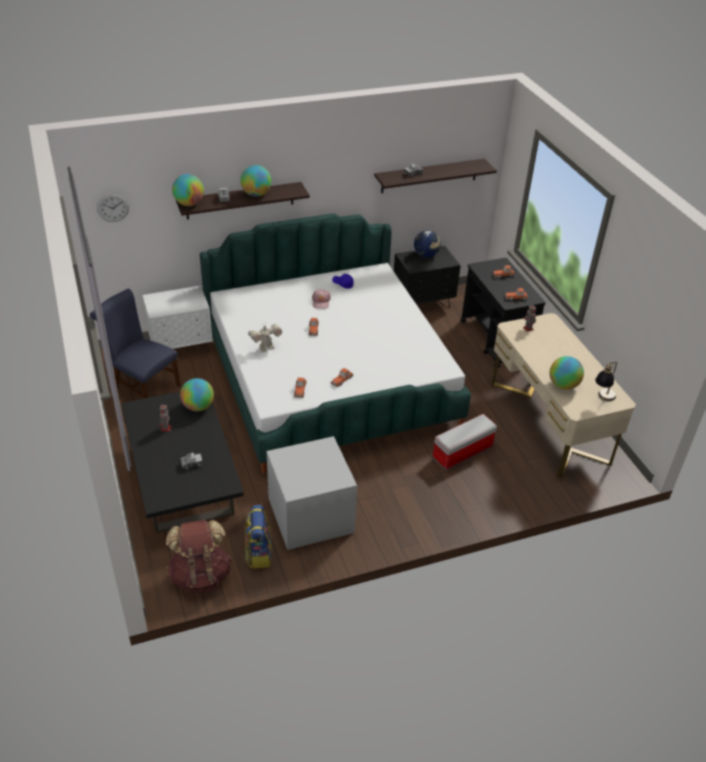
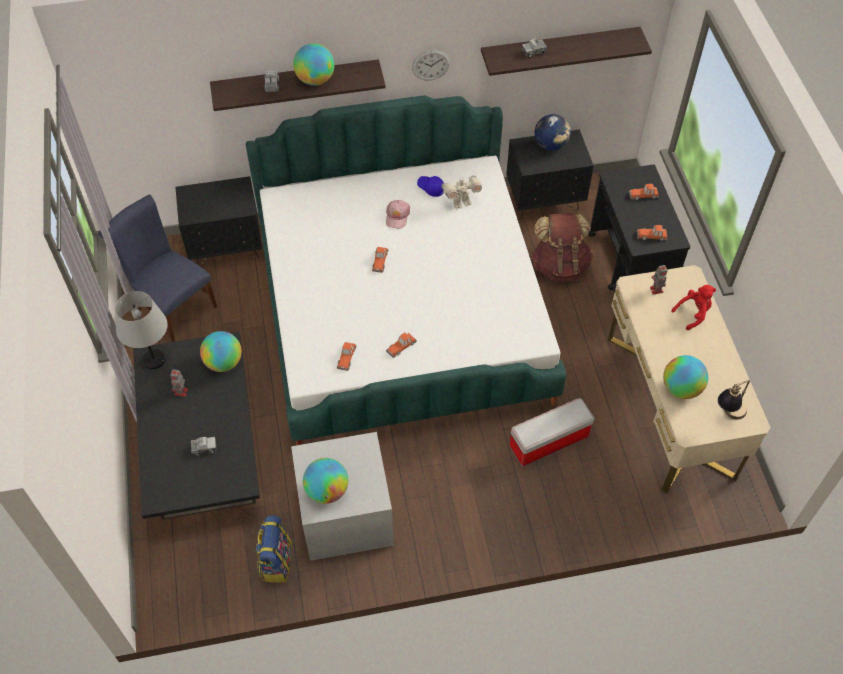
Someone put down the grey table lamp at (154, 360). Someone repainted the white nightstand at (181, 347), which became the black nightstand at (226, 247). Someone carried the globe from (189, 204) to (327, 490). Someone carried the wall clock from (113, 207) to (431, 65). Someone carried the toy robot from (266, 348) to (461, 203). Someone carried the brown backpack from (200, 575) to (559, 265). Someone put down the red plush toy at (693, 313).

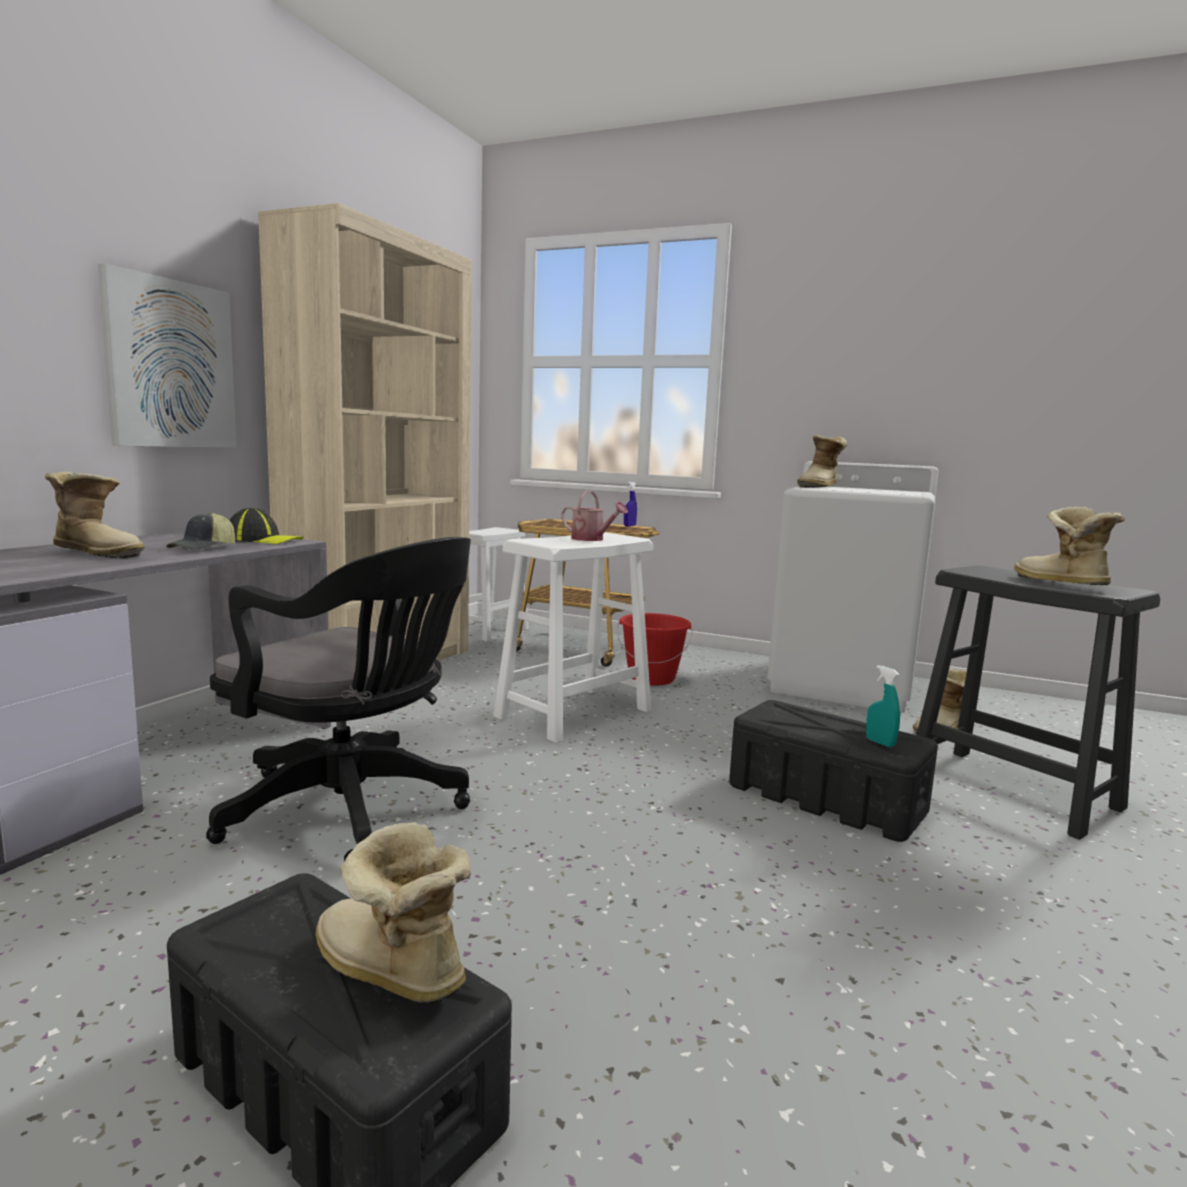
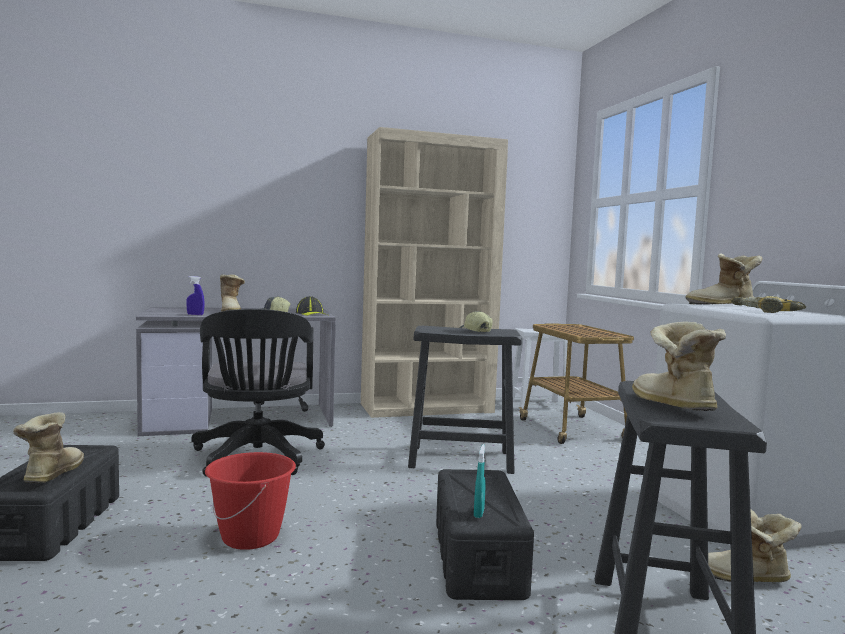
Someone carried the blue spray bottle from (629, 526) to (195, 314). Someone carried the red bucket from (652, 678) to (251, 537). Someone repainted the white stool at (573, 714), which became the black stool at (460, 459). Someone swapped the watering can at (591, 539) for the cap at (475, 331). Someone rotated the boot at (1059, 584) by 45 degrees counterclockwise. Someone put down the power drill at (765, 311). Someone took away the picture at (170, 364).

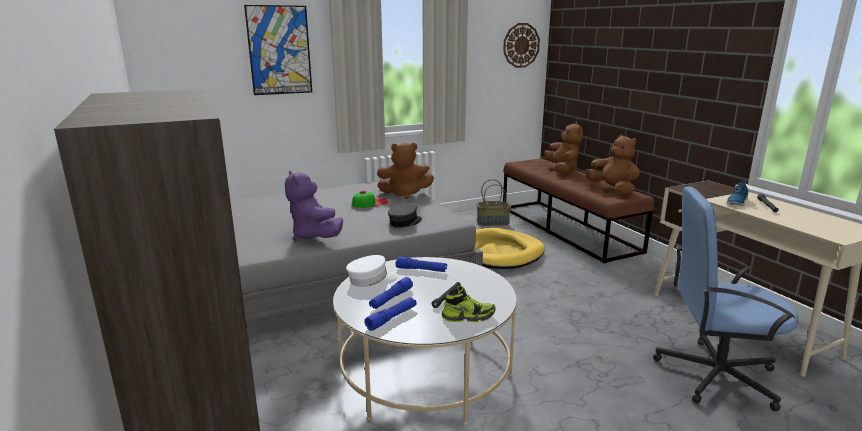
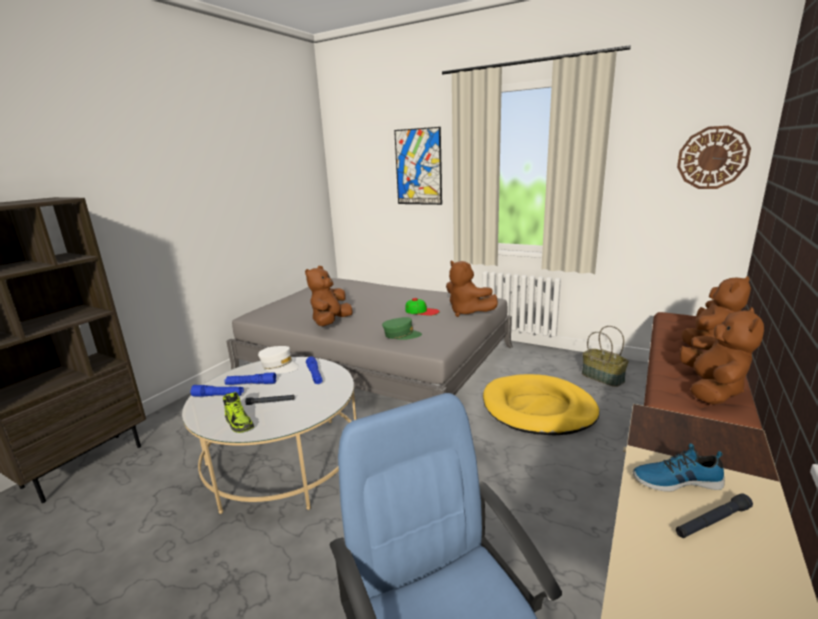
Someone repainted the purple plush toy at (314, 236), which became the brown plush toy at (331, 322). Someone repainted the grey cap at (405, 222), which became the green cap at (401, 335).

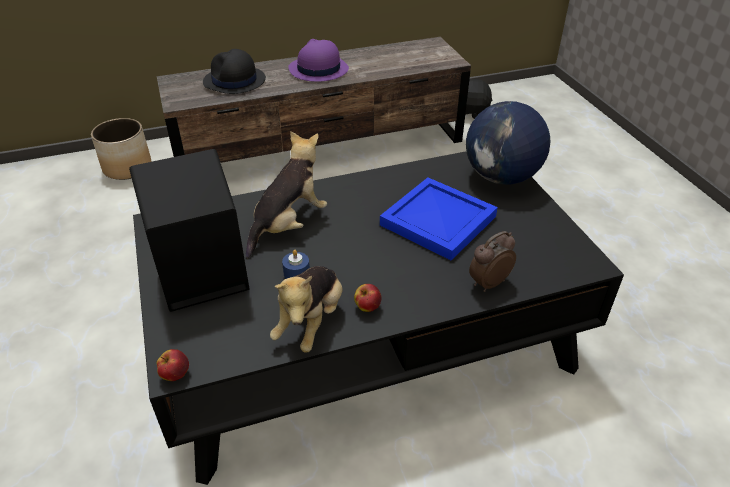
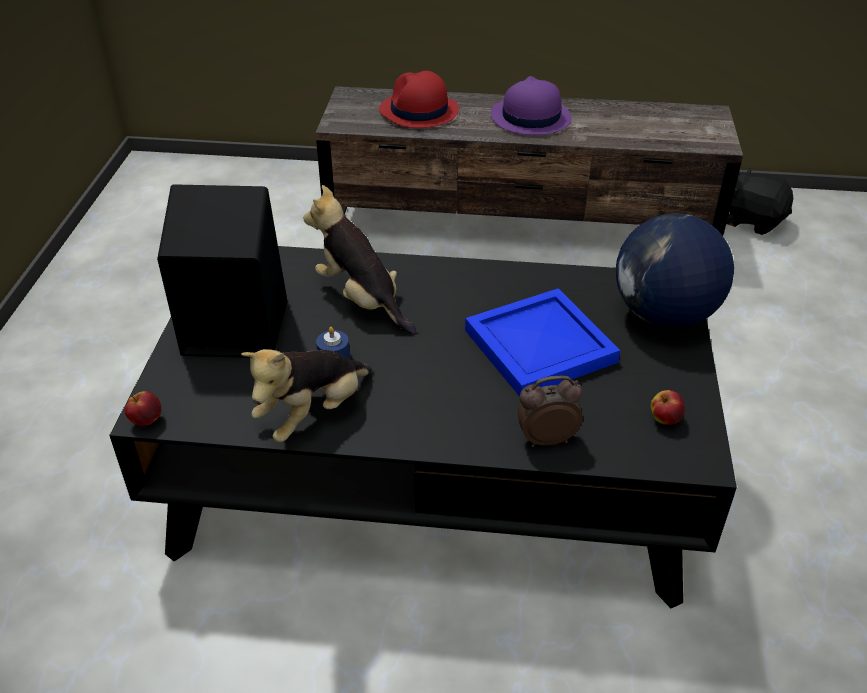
Someone rotated the plush toy at (288, 225) by 105 degrees counterclockwise. Someone repainted the black hat at (234, 81), which became the red hat at (418, 111). Someone carried the apple from (367, 307) to (664, 419). Someone took away the planter at (127, 167).

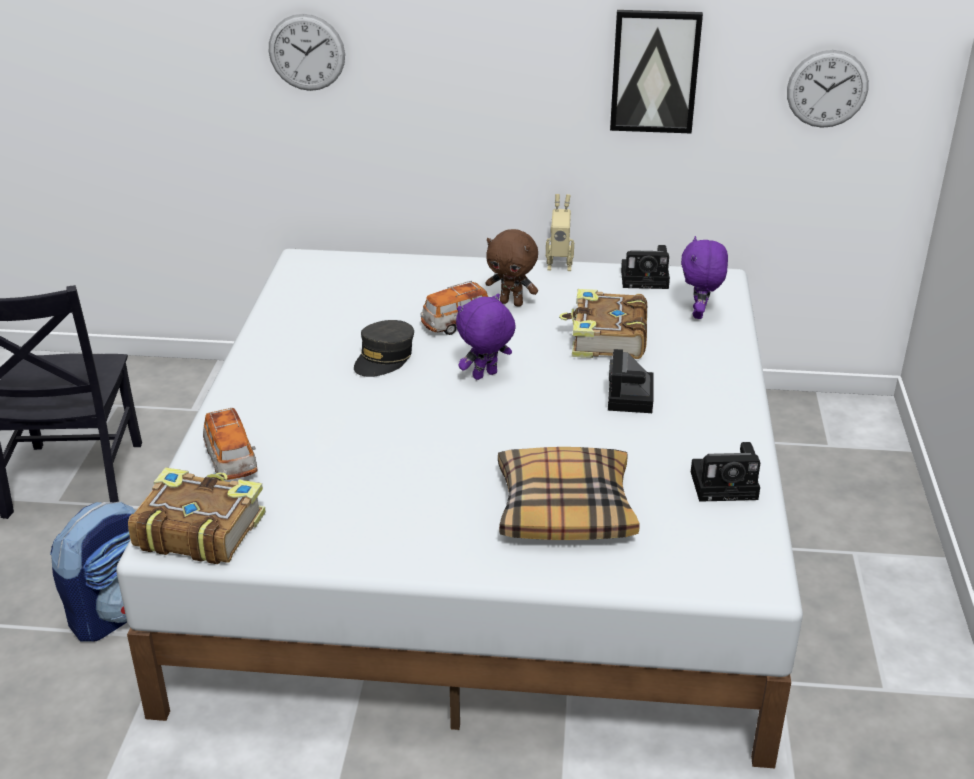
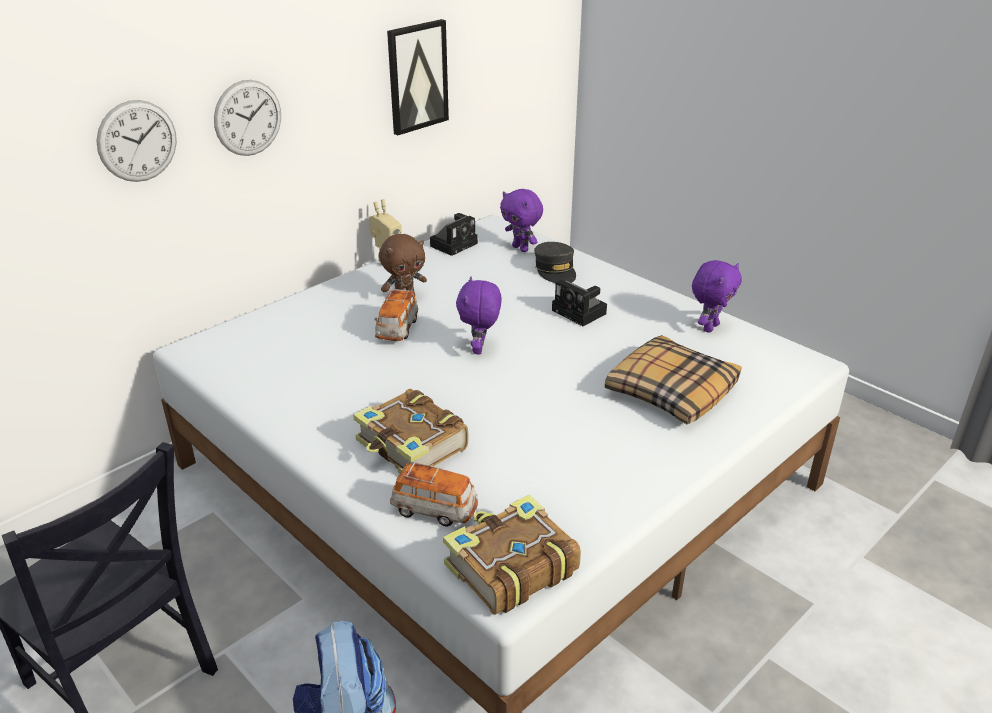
Someone carried the wall clock from (827, 89) to (248, 118). Someone carried the book from (606, 338) to (412, 447). Someone carried the grey cap from (384, 358) to (555, 271). Someone swapped the photo camera at (726, 485) for the purple plush toy at (709, 327).

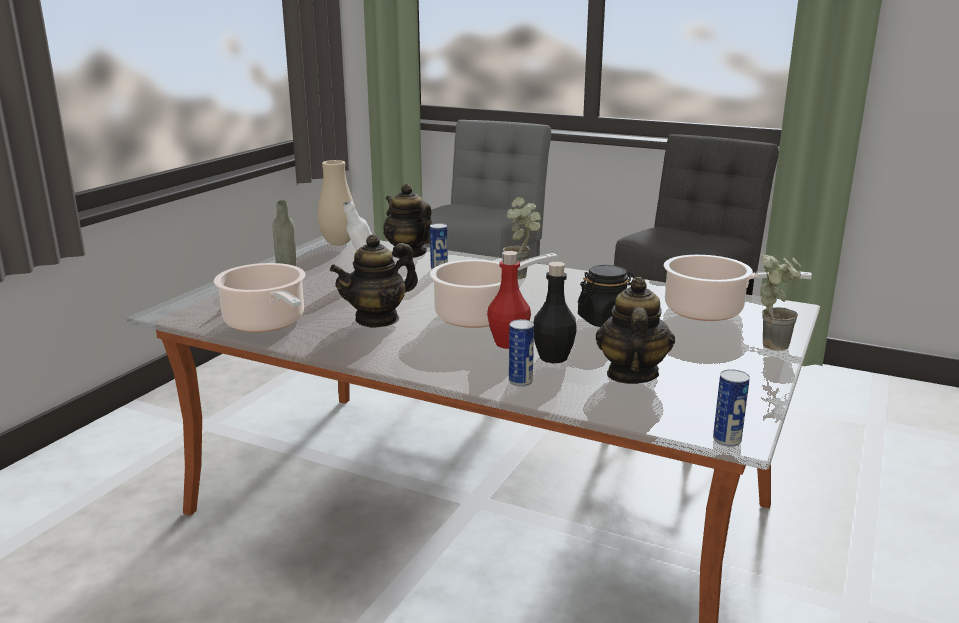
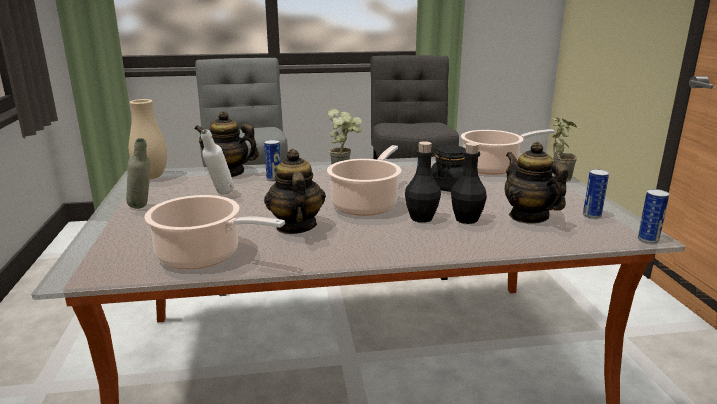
Someone rotated the teapot at (377, 319) by 150 degrees clockwise. Someone repainted the red bottle at (508, 343), which became the black bottle at (421, 218). Someone carried the can from (520, 382) to (592, 215).

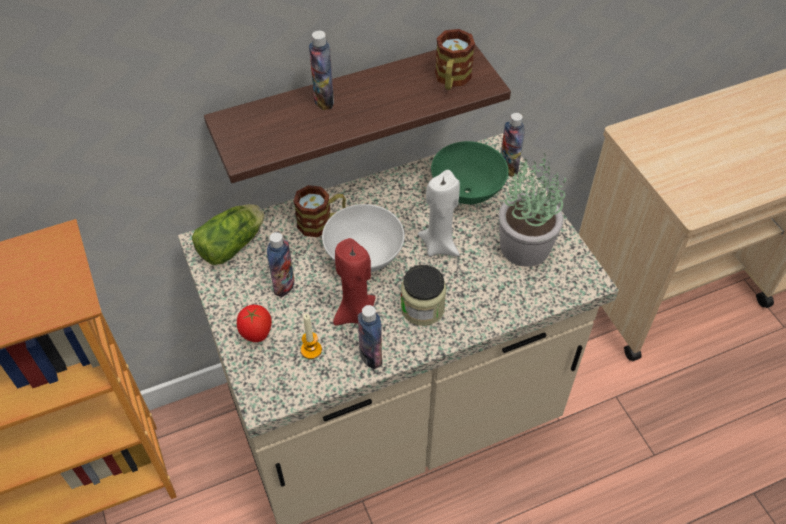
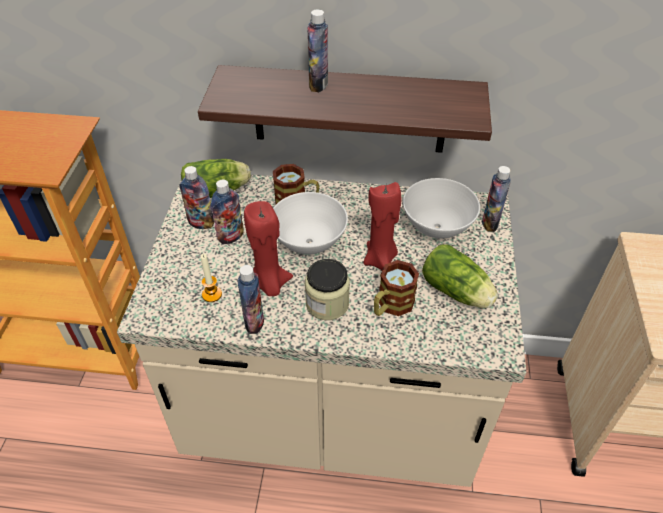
Someone put down the bottle at (201, 223). Someone repainted the white candle at (439, 245), which became the red candle at (380, 260). Someone carried the mug from (451, 80) to (391, 306). Someone repainted the green bowl at (467, 192), which became the white bowl at (437, 228). Someone swapped the potted plant at (524, 245) for the lettuce at (458, 292). Someone took away the tomato at (256, 335).

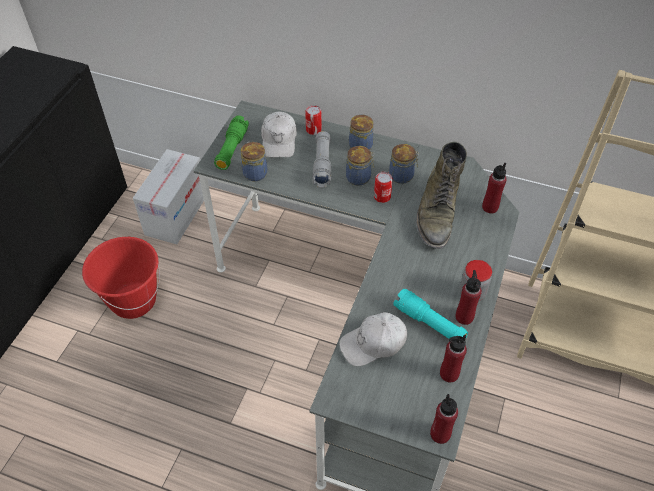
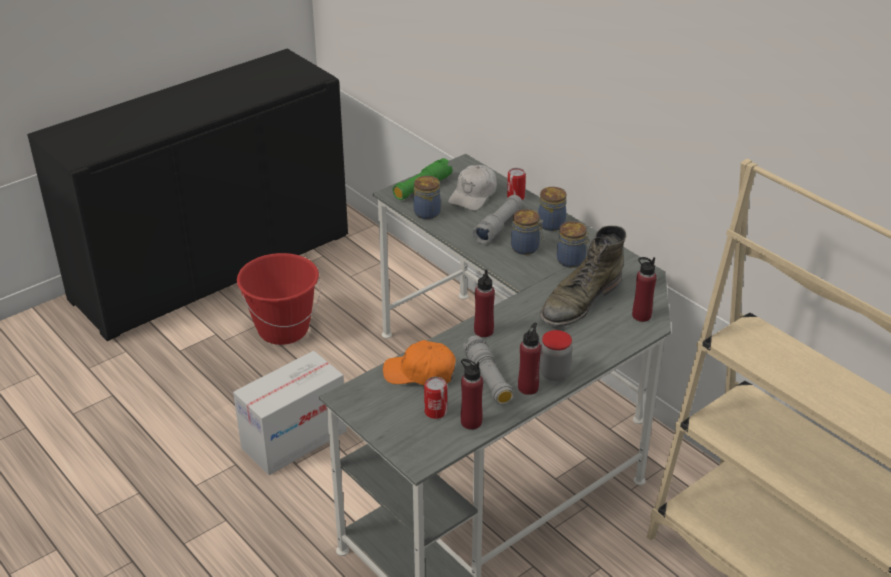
Someone carried the cardboard box from (176, 214) to (294, 439). Someone repainted the white cap at (373, 343), which became the orange cap at (420, 373). Someone carried the can from (382, 197) to (435, 411). Someone repainted the turquoise flashlight at (429, 323), which became the grey flashlight at (488, 379). Someone carried the red bottle from (440, 434) to (483, 331).

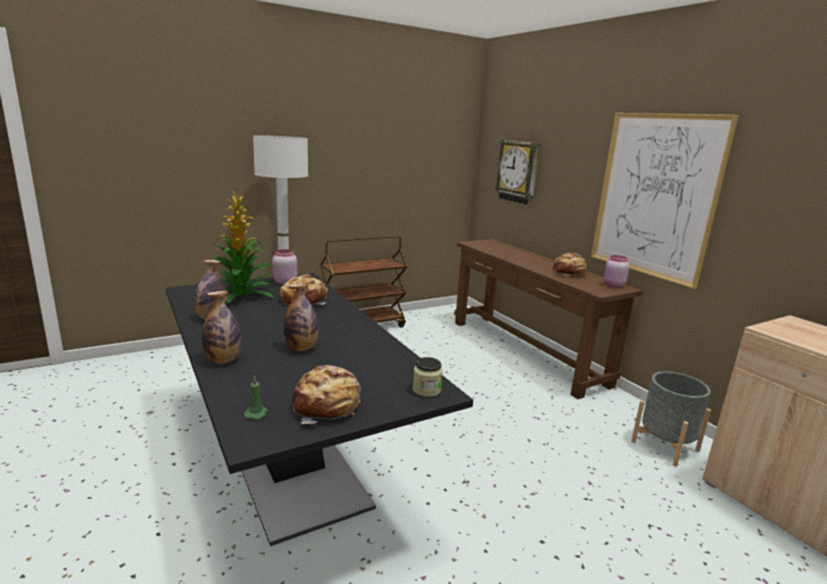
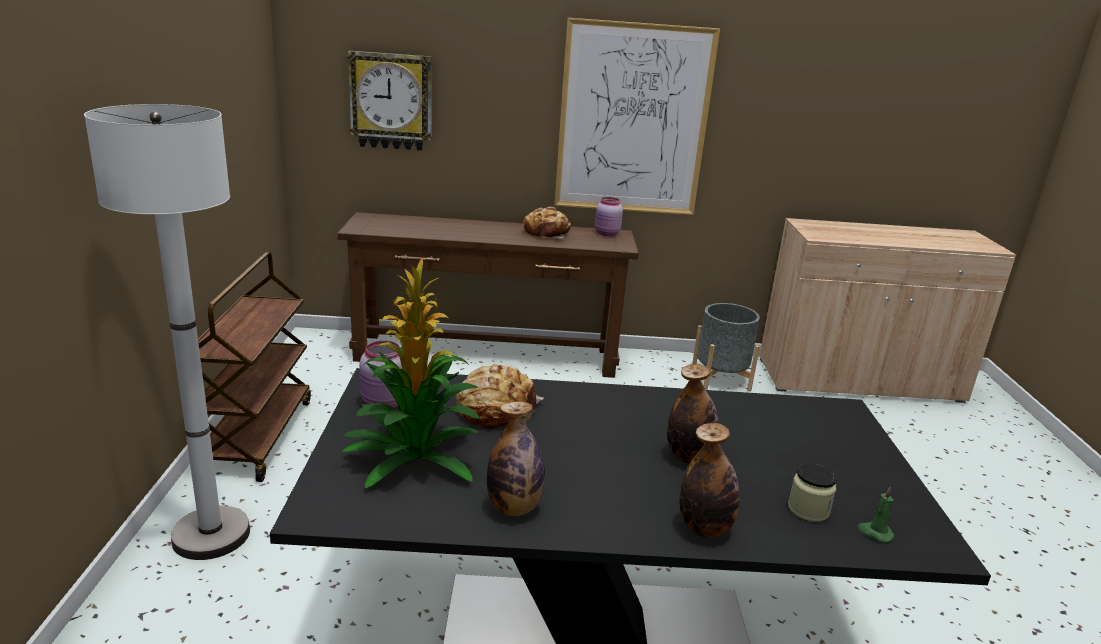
Someone carried the jar from (426, 390) to (808, 509). Someone took away the bread at (327, 405).

